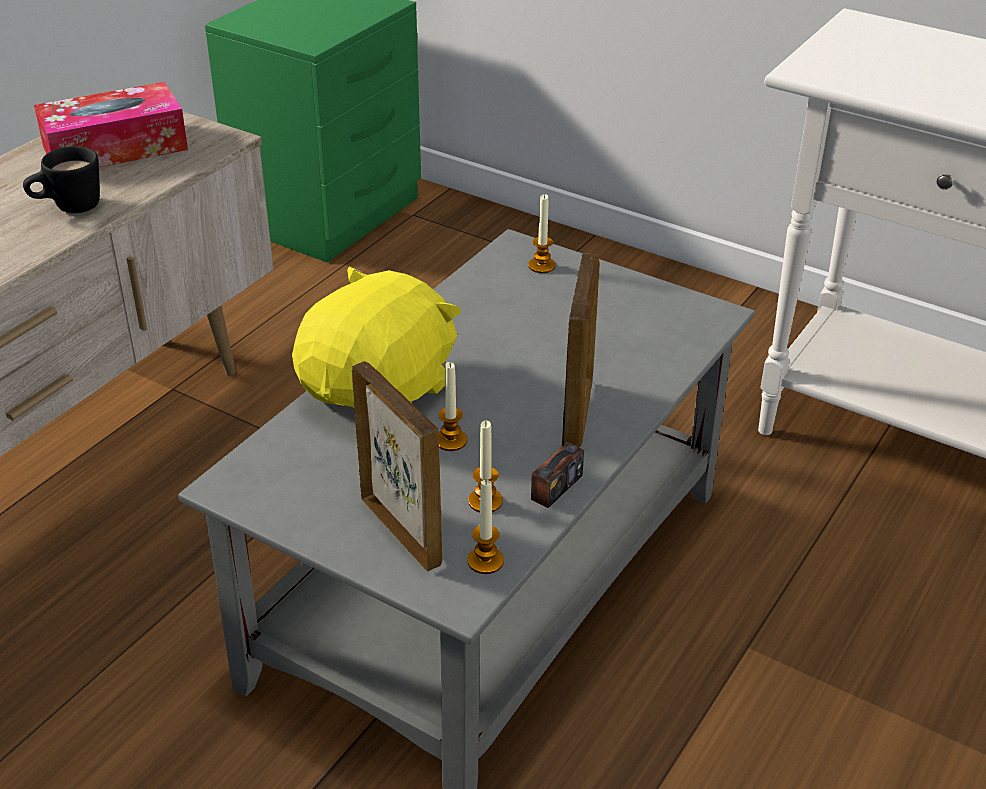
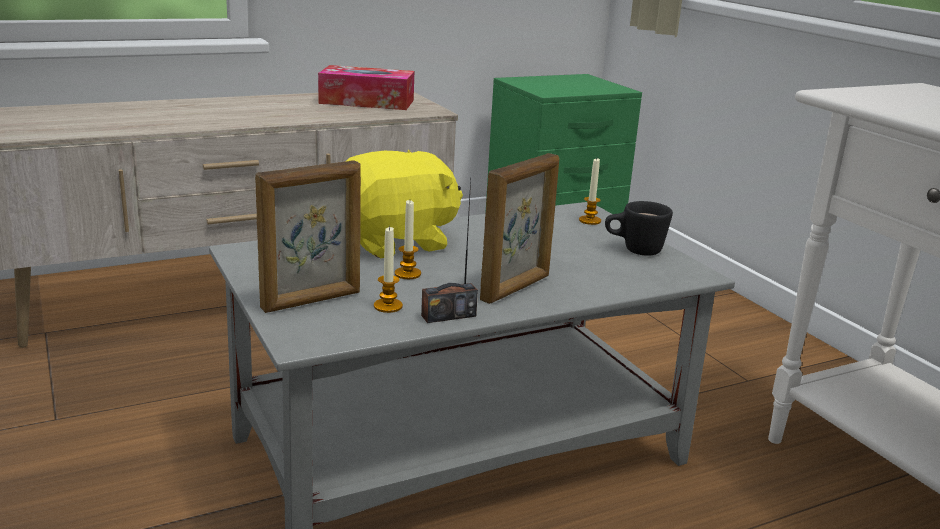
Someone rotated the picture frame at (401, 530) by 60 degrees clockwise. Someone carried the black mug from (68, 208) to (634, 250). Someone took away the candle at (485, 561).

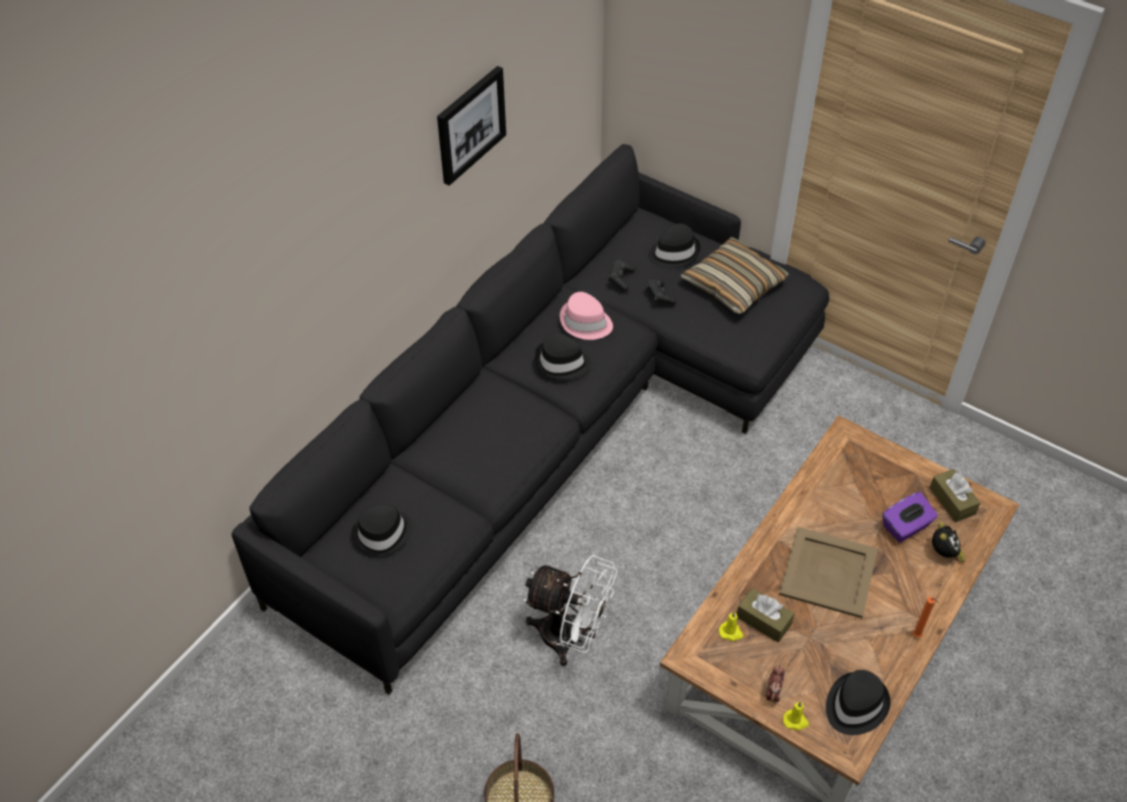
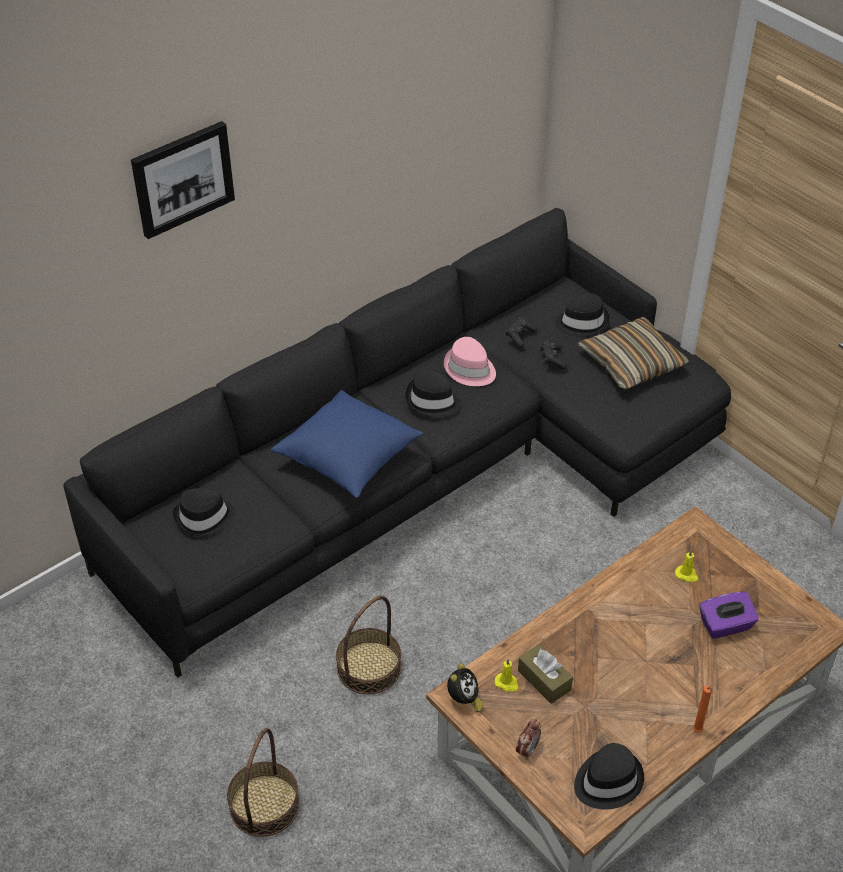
Someone carried the picture from (470, 124) to (182, 178). Someone put down the blue pillow at (349, 458). Someone swapped the white fan at (570, 638) for the basket at (368, 667). Someone carried the alarm clock from (944, 554) to (464, 700). Someone carried the yellow candle from (796, 721) to (687, 575). Someone took away the beige tray at (829, 573). Someone took away the brown tissue box at (952, 501).

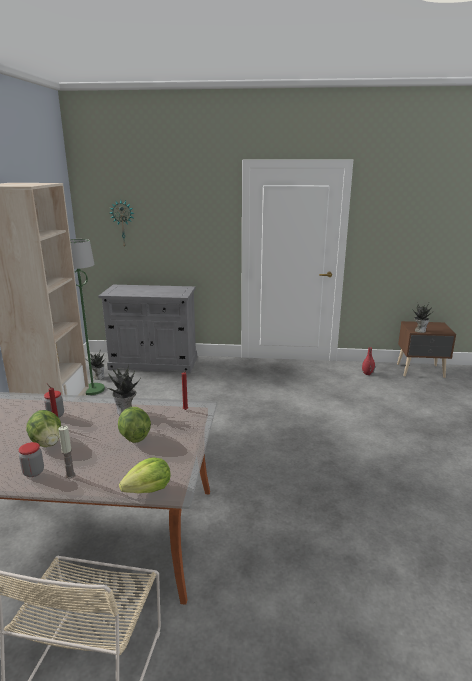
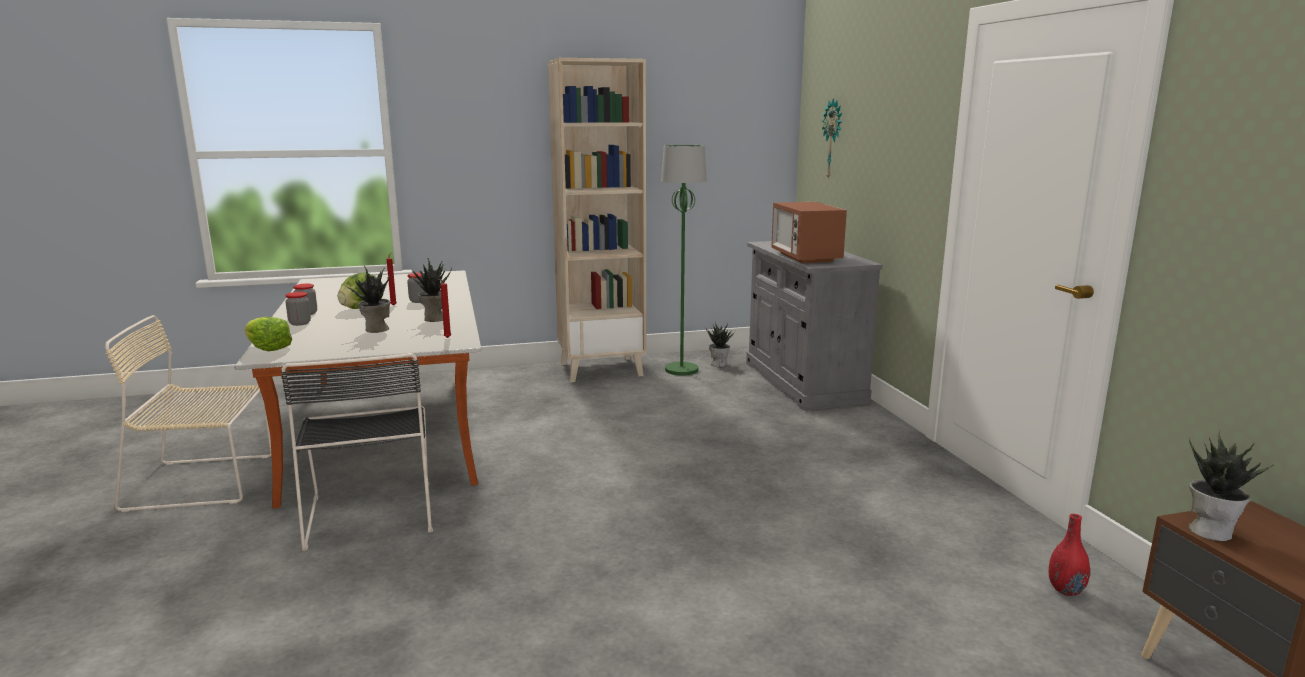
Someone put down the black chair at (371, 511). Someone swapped the candle at (70, 475) for the jar at (300, 323). Someone swapped the lettuce at (134, 436) for the potted plant at (376, 329). Someone put down the microwave at (805, 257).

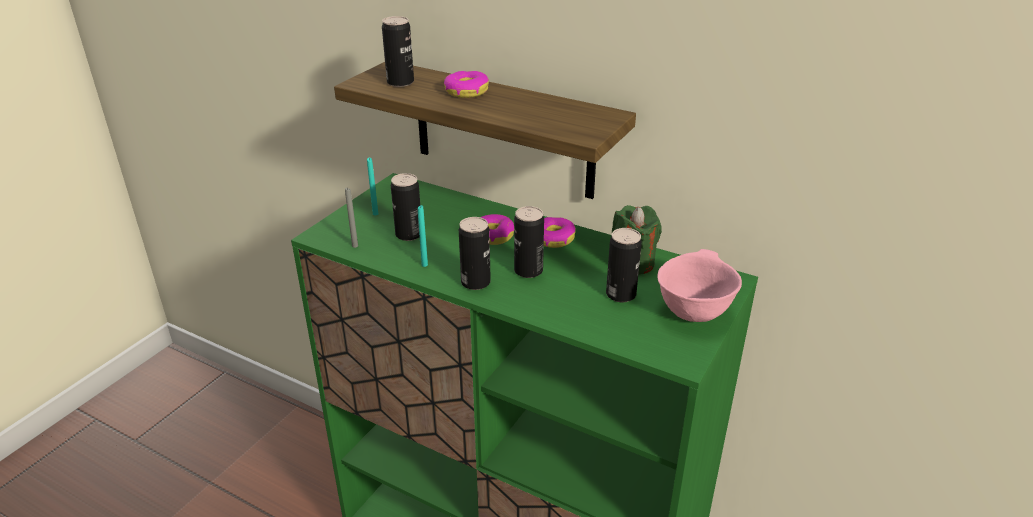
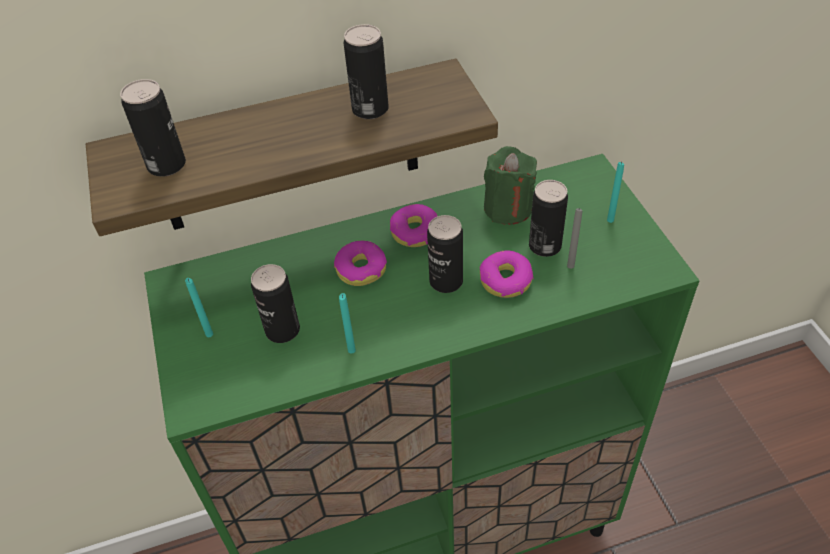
Someone carried the can from (475, 282) to (370, 109). Someone carried the donut from (466, 91) to (505, 280). Someone carried the grey candle from (355, 246) to (570, 266). Someone swapped the pink bowl at (693, 311) for the turquoise candle at (610, 220).

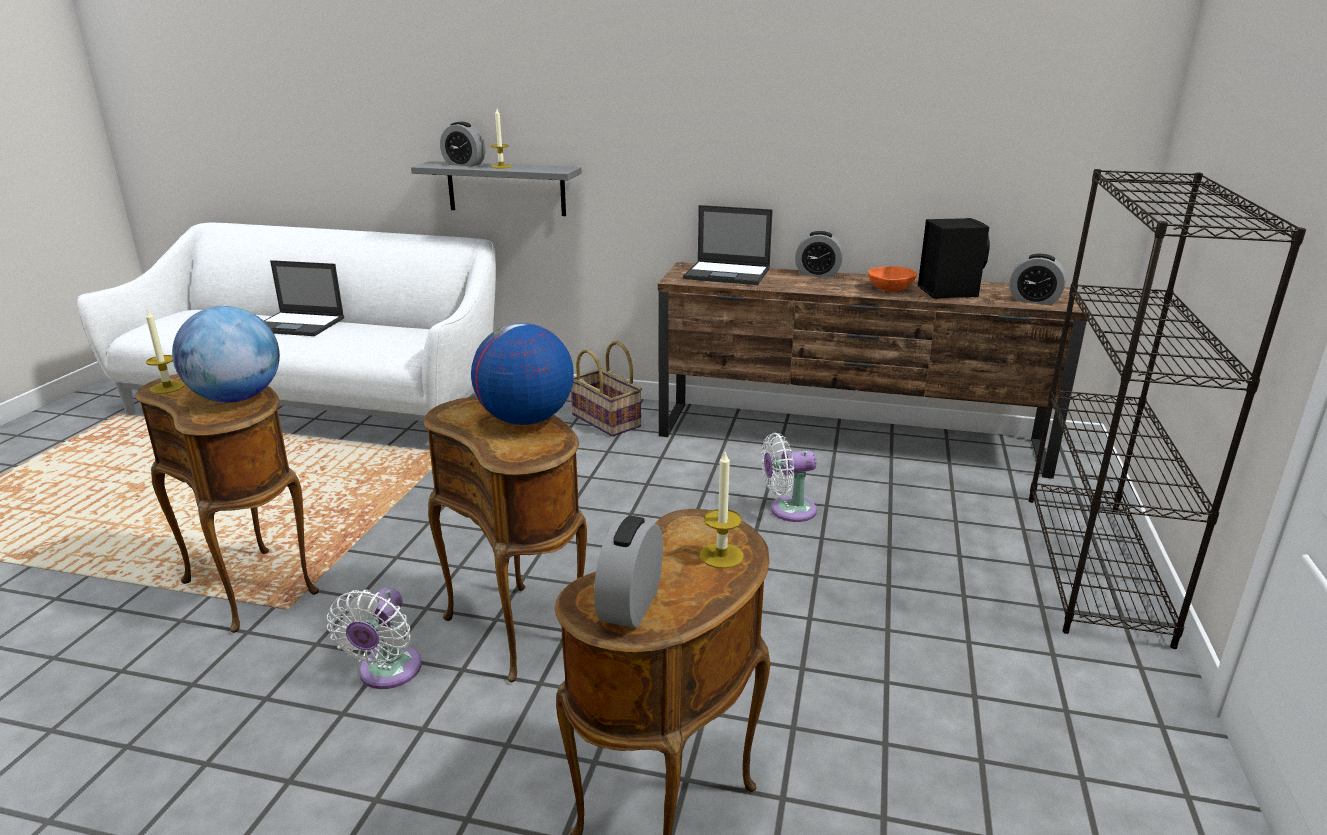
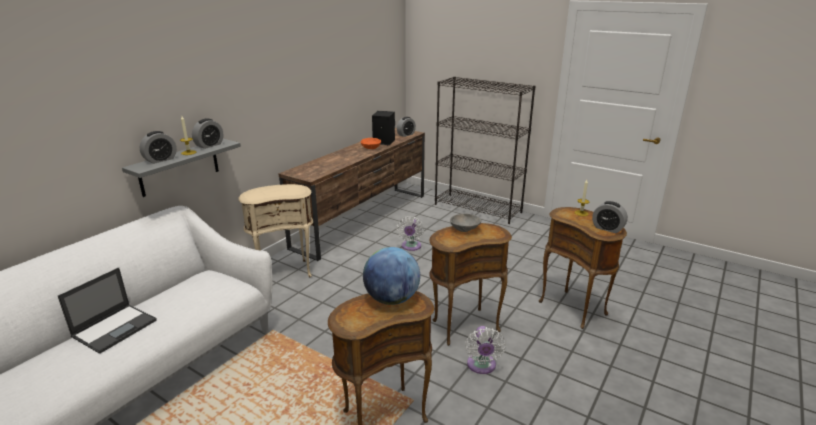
Someone carried the alarm clock from (817, 274) to (209, 145). Someone swapped the basket at (607, 420) for the beige side table at (284, 272). Someone swapped the globe at (525, 420) for the grey bowl at (465, 229). Someone rotated the white fan at (387, 673) by 60 degrees clockwise. Someone took away the candle at (167, 387). Someone took away the laptop at (728, 274).

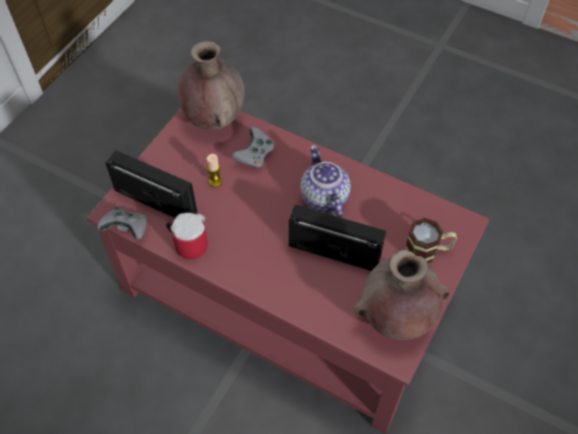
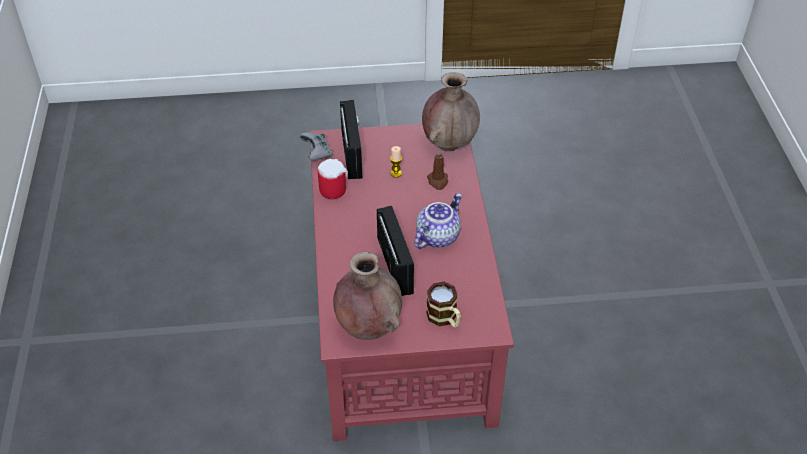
Someone swapped the grey game controller at (254, 156) for the brown candle at (438, 181).

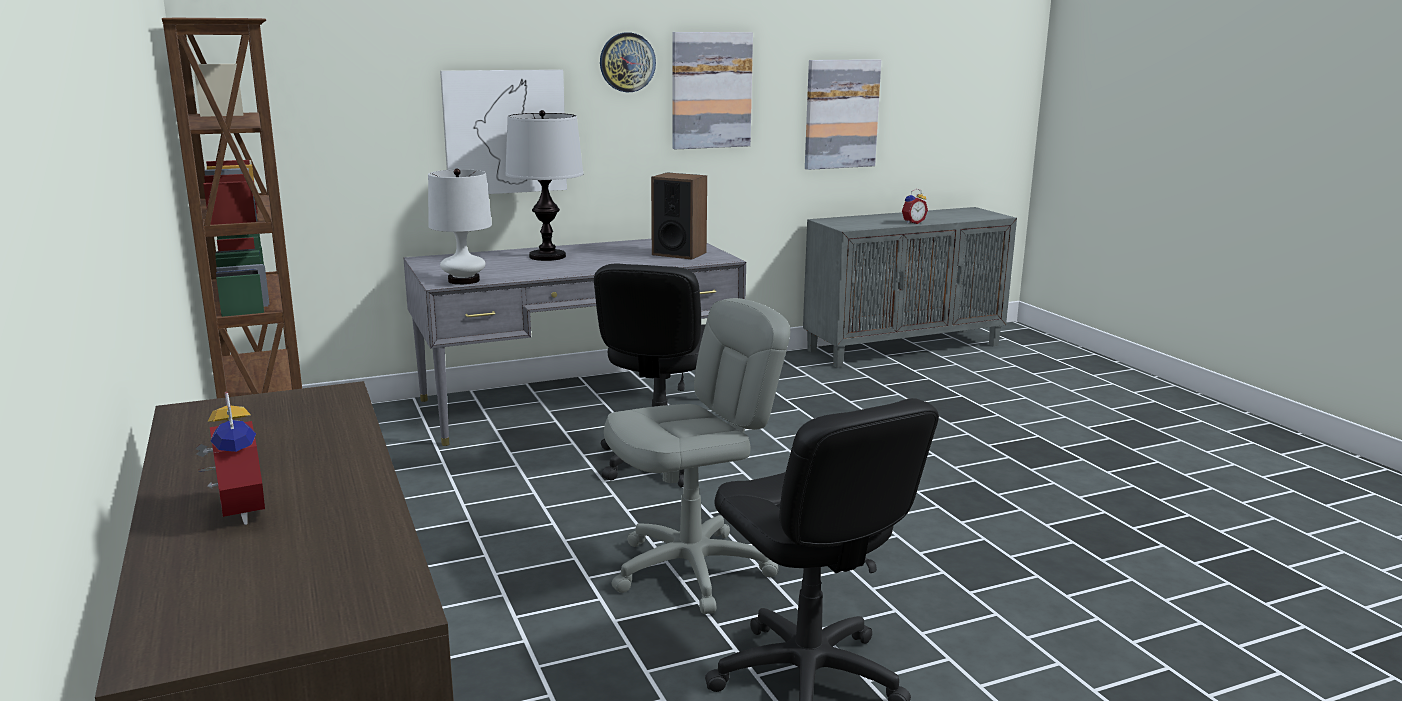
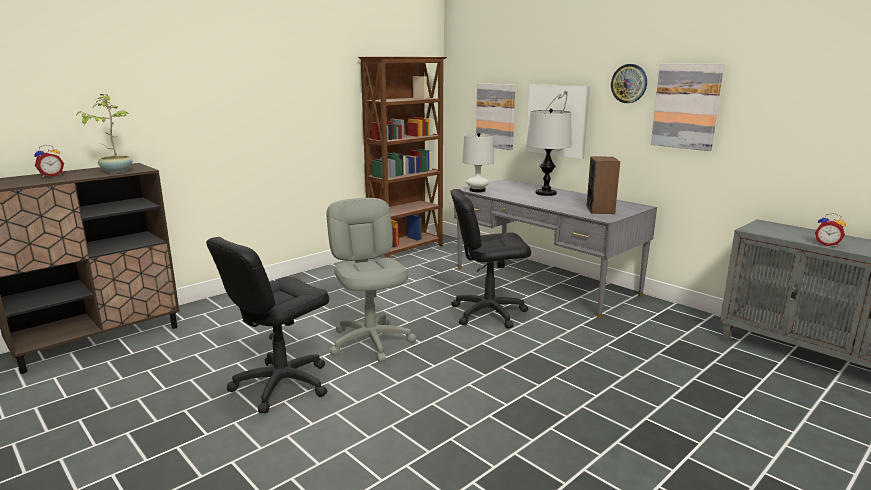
Someone put down the potted plant at (116, 171). Someone rotated the grey office chair at (692, 570) by 150 degrees counterclockwise. Someone carried the picture from (841, 114) to (496, 116).

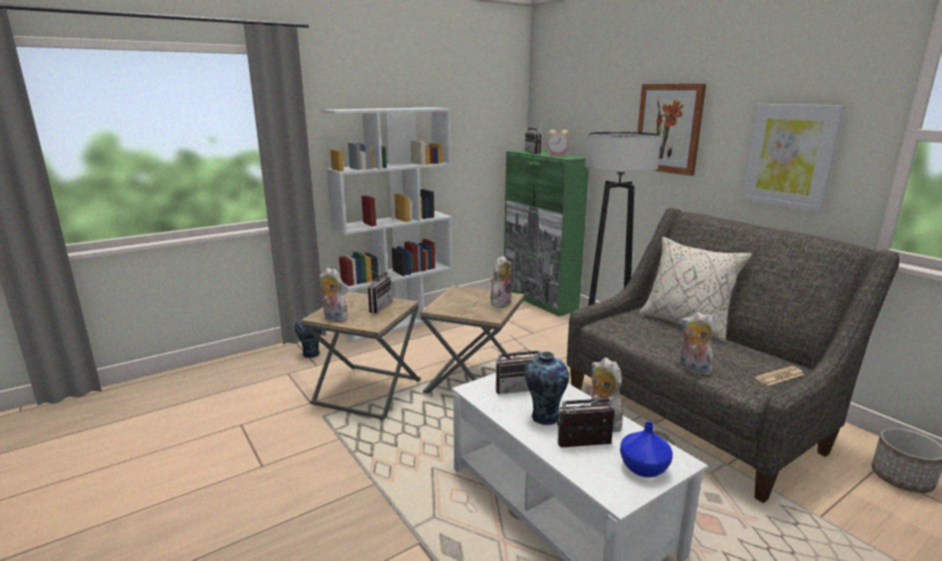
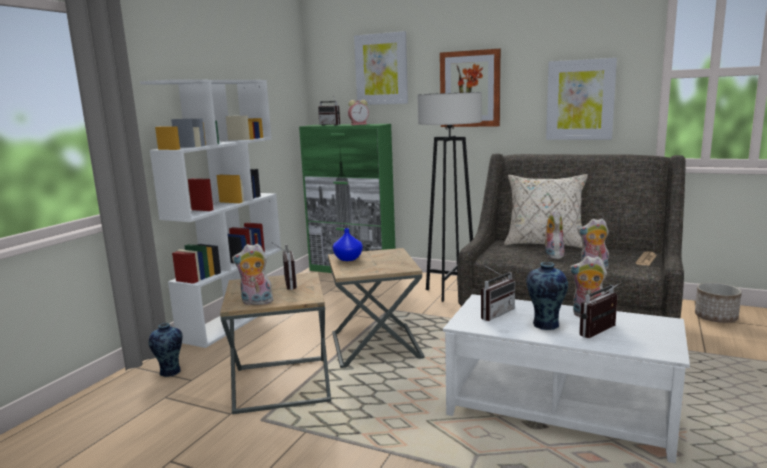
Someone carried the blue vase from (644, 468) to (348, 258). Someone put up the picture at (381, 69). Someone carried the plush toy from (500, 303) to (552, 255).

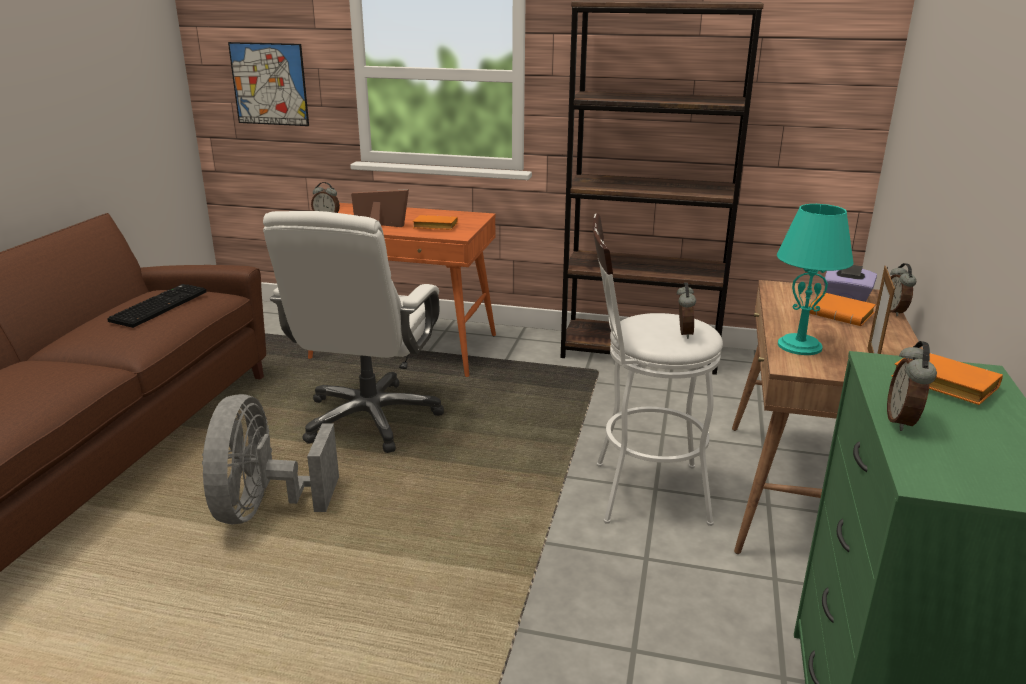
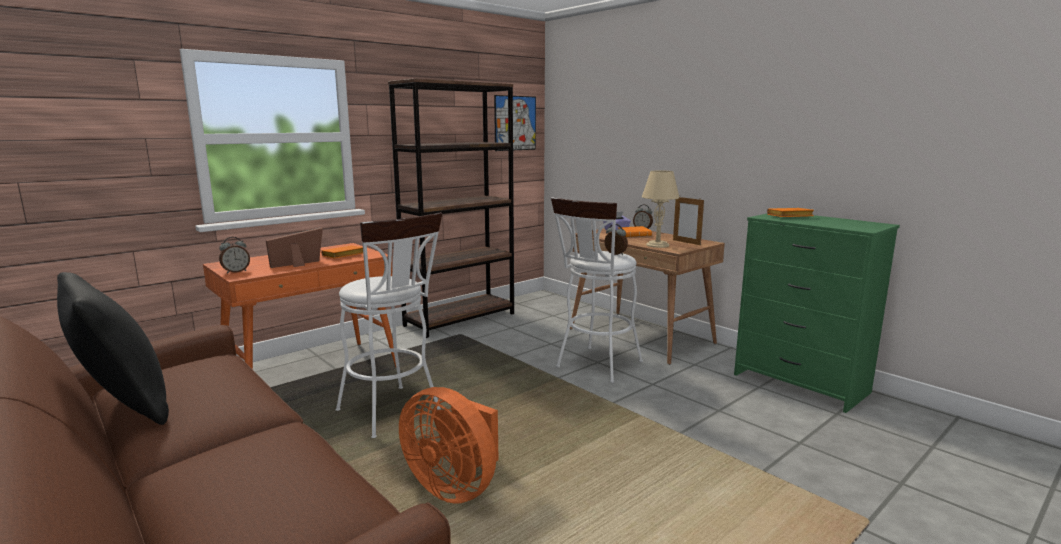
Someone put down the black pillow at (123, 407). Someone swapped the white office chair at (370, 418) for the white stool at (393, 414). Someone repainted the grey fan at (265, 508), which became the orange fan at (454, 487). Someone carried the picture from (269, 84) to (515, 123). Someone repainted the turquoise table lamp at (800, 346), which became the beige table lamp at (657, 245). Someone took away the keyboard at (159, 306). Someone took away the alarm clock at (903, 421).

